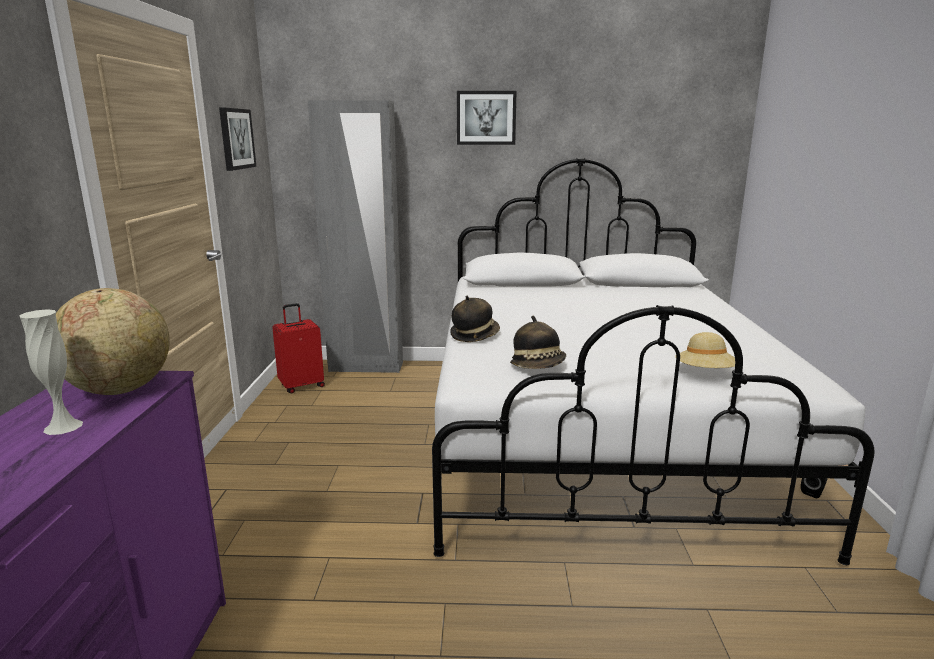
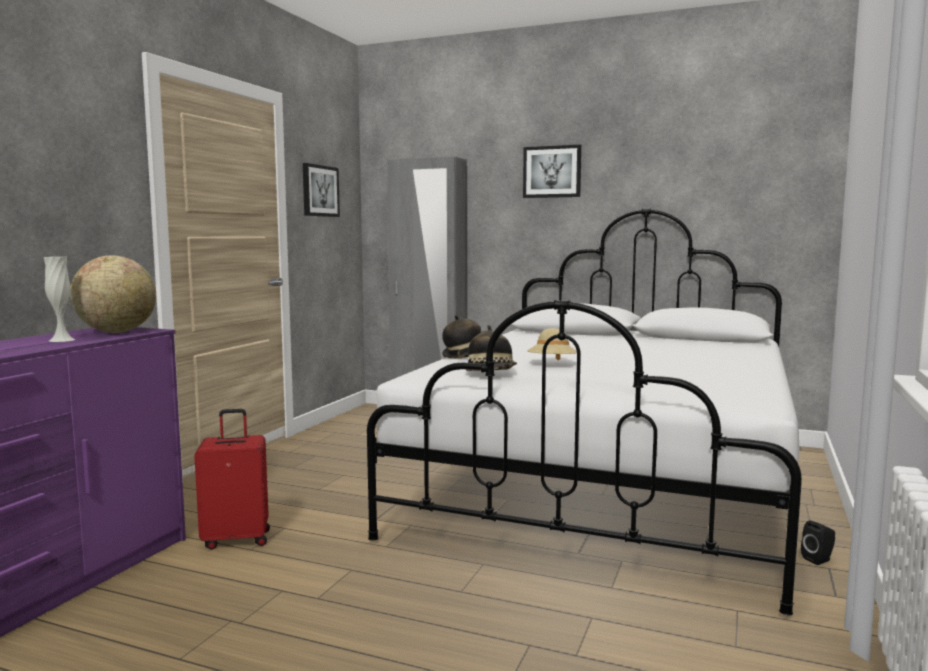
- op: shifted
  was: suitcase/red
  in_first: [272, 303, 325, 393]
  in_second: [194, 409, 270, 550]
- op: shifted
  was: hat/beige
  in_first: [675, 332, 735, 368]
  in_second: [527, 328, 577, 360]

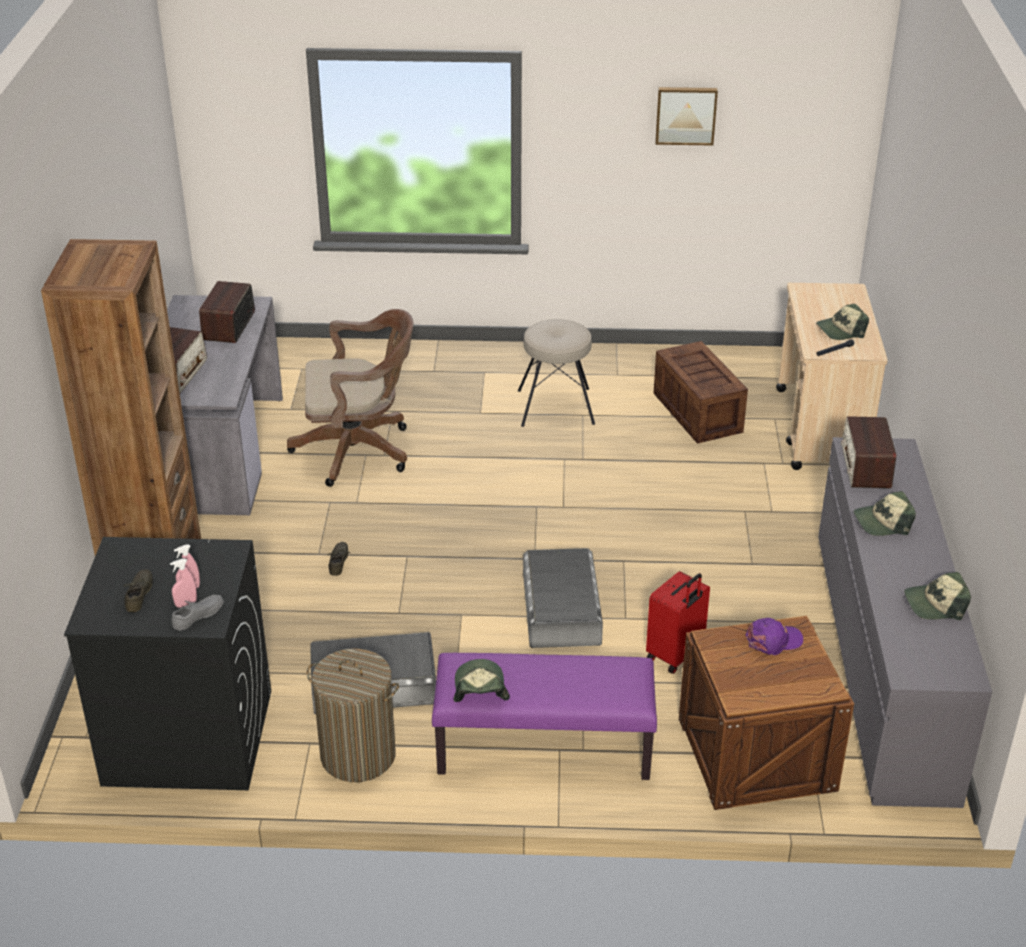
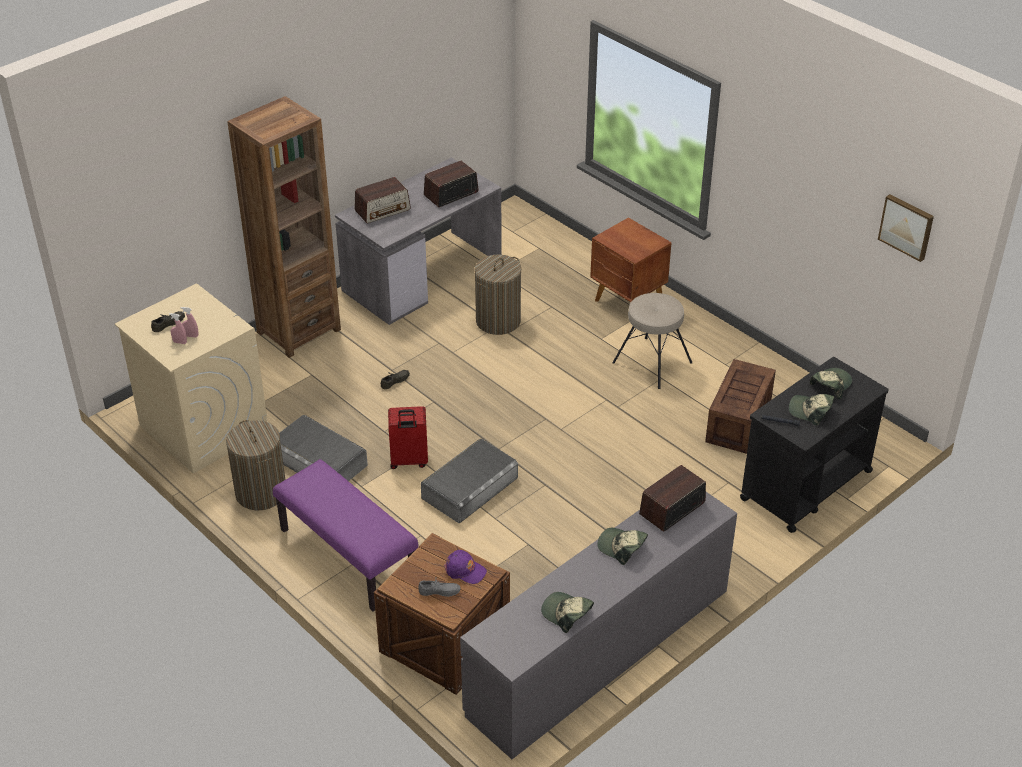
- op: shifted
  was: picture
  in_first: [655, 87, 718, 145]
  in_second: [878, 194, 934, 262]
- op: repainted
  was: cart/beige
  now: cart/black
  in_first: [776, 283, 888, 470]
  in_second: [740, 357, 889, 533]
- op: swapped
  was: office chair/brown
  now: laundry basket
  in_first: [287, 309, 413, 487]
  in_second: [475, 255, 521, 335]
- op: repainted
  was: washing machine/black
  now: washing machine/beige
  in_first: [64, 537, 271, 790]
  in_second: [115, 284, 268, 474]
- op: shifted
  was: suitcase/red
  in_first: [646, 571, 710, 674]
  in_second: [388, 406, 428, 469]
- op: shifted
  was: shoe/grey
  in_first: [171, 595, 224, 631]
  in_second: [418, 577, 461, 597]
- op: shifted
  was: cap
  in_first: [453, 659, 510, 702]
  in_second: [810, 368, 852, 399]
- op: new
  now: nightstand/brown
  in_second: [591, 217, 672, 302]

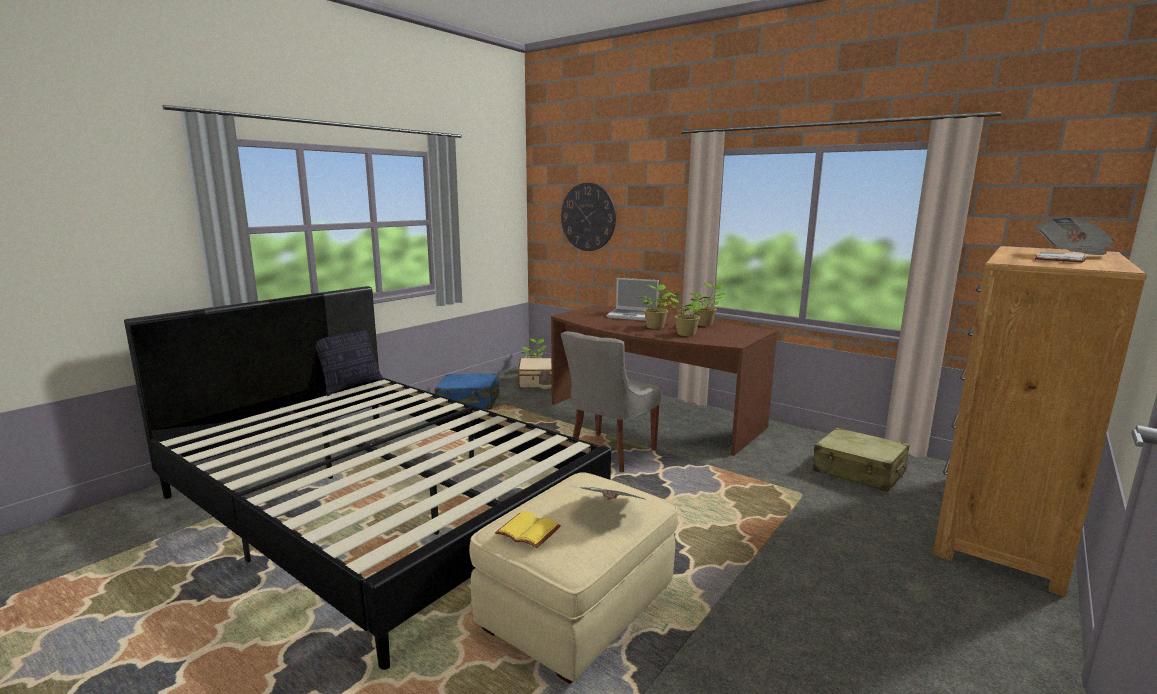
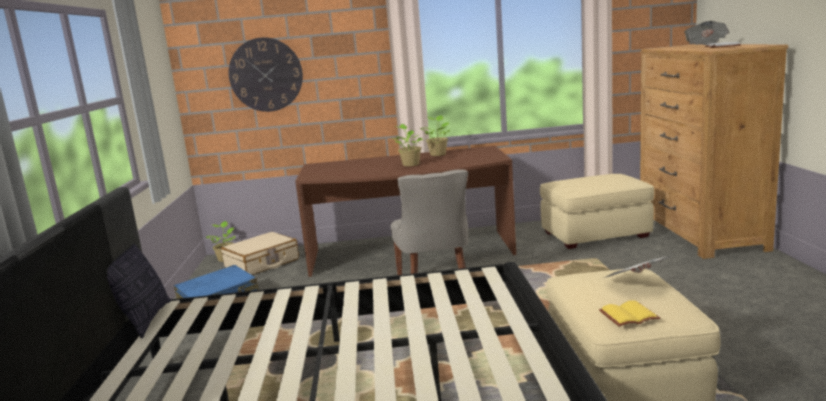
- op: gone
  was: laptop
  in_first: [607, 278, 659, 321]
- op: gone
  was: potted plant
  in_first: [667, 291, 706, 336]
- op: swapped
  was: suitcase/beige
  now: ottoman/beige
  in_first: [813, 428, 909, 492]
  in_second: [540, 174, 654, 249]

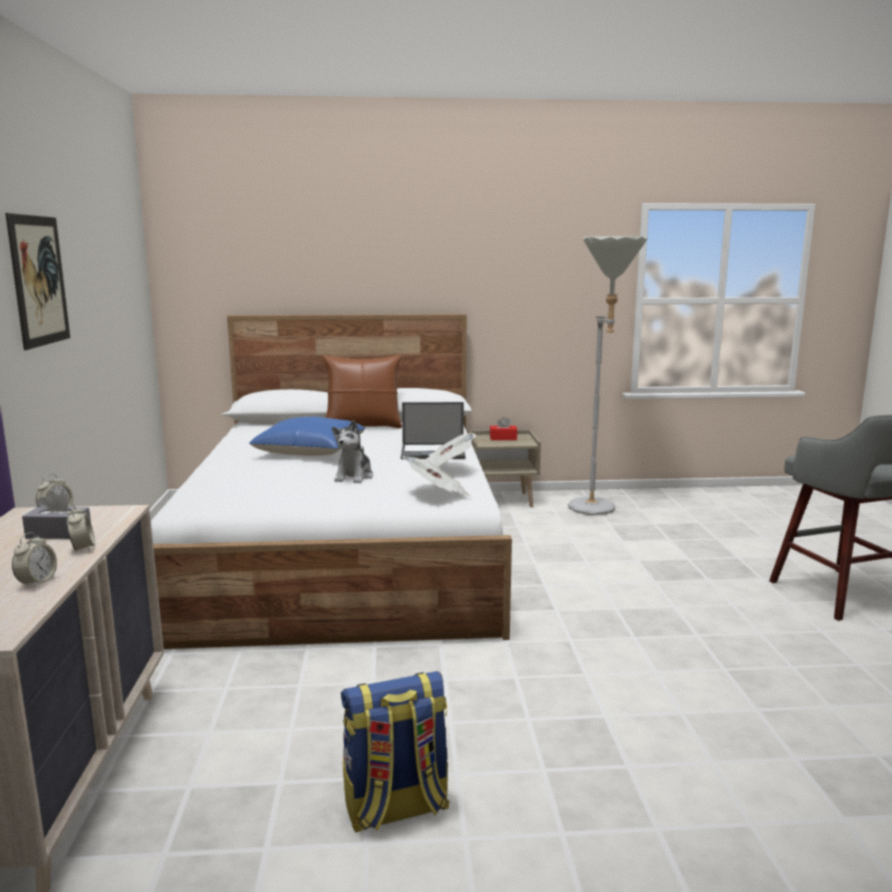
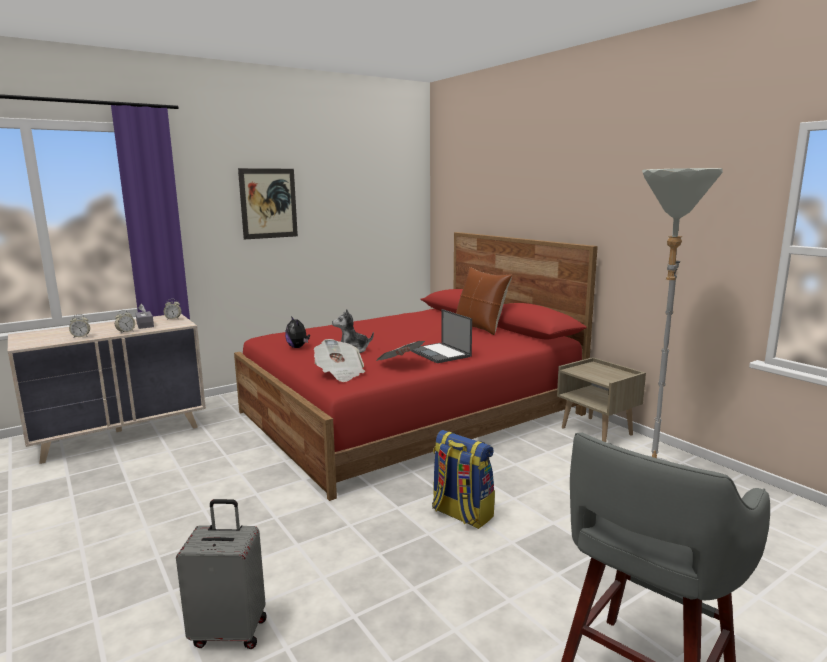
- op: repainted
  was: bed/white
  now: bed/red
  in_first: [151, 314, 512, 649]
  in_second: [234, 232, 598, 501]
- op: gone
  was: pillow/blue
  in_first: [249, 416, 365, 456]
- op: gone
  was: tissue box/red
  in_first: [490, 417, 517, 440]
- op: shifted
  was: backpack
  in_first: [341, 671, 450, 833]
  in_second: [432, 430, 495, 529]
- op: new
  now: plush toy
  in_second: [285, 316, 310, 348]
- op: new
  now: suitcase/grey
  in_second: [176, 499, 267, 649]

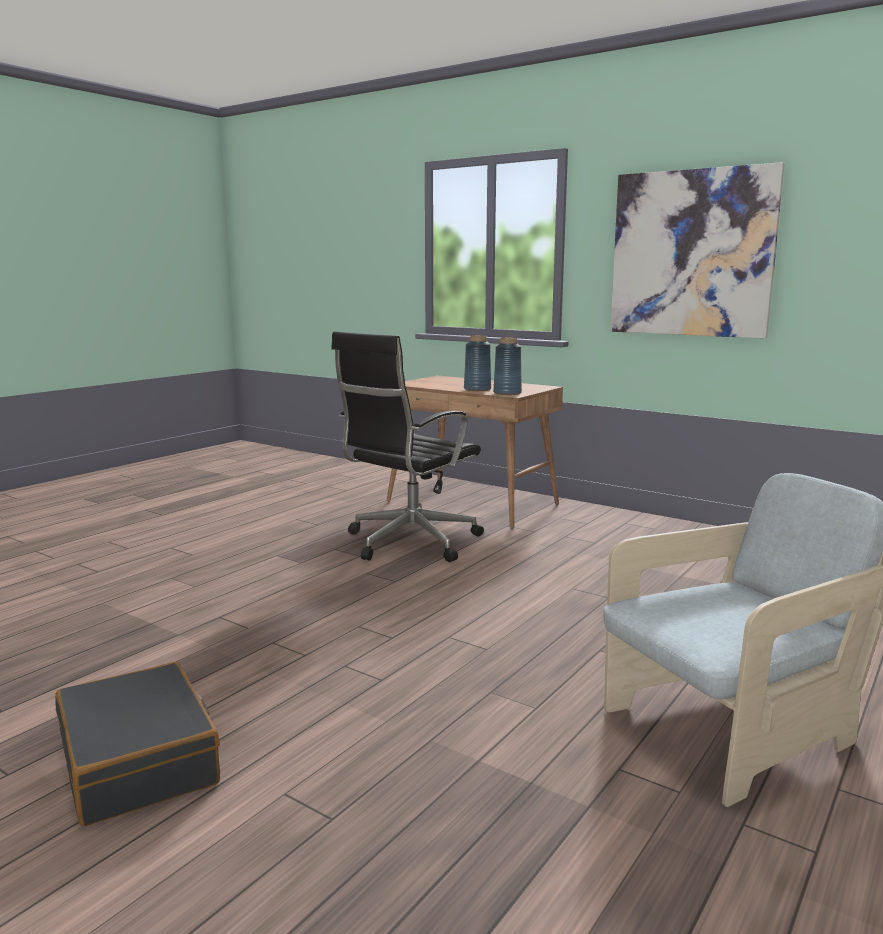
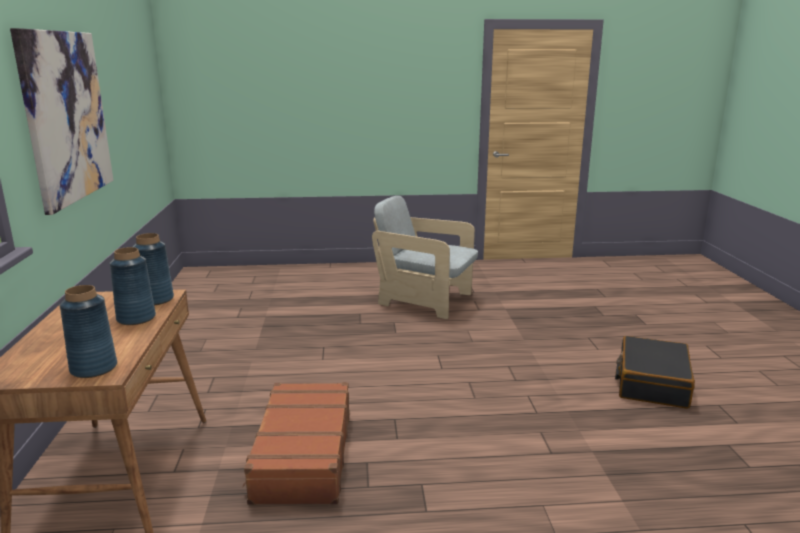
- op: swapped
  was: office chair/black
  now: suitcase/brown
  in_first: [331, 332, 484, 562]
  in_second: [242, 382, 349, 505]
- op: new
  now: vase/blue
  in_second: [60, 285, 117, 378]

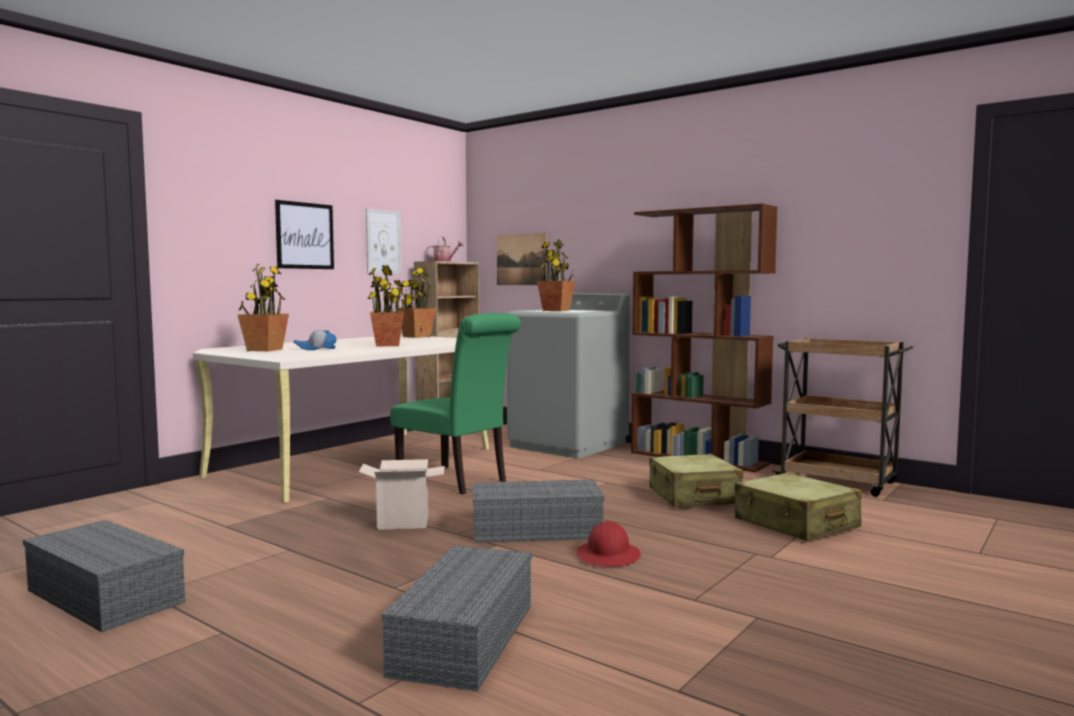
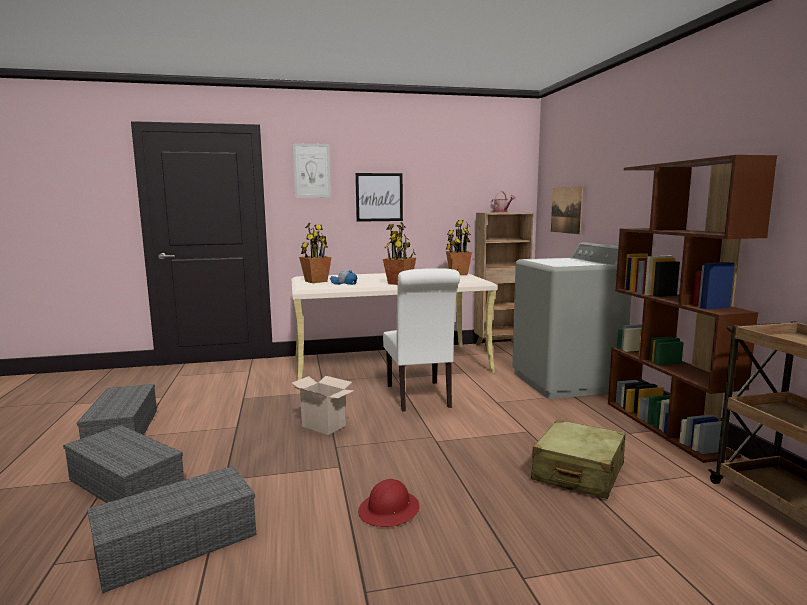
- op: shifted
  was: picture
  in_first: [366, 208, 401, 274]
  in_second: [293, 143, 331, 198]
- op: gone
  was: potted plant
  in_first: [537, 239, 576, 311]
- op: repainted
  was: chair/green
  now: chair/white
  in_first: [390, 313, 521, 494]
  in_second: [383, 268, 460, 412]
- op: gone
  was: suitcase/beige
  in_first: [735, 473, 862, 541]
- op: shifted
  was: storage box/grey
  in_first: [472, 480, 605, 543]
  in_second: [63, 425, 184, 503]

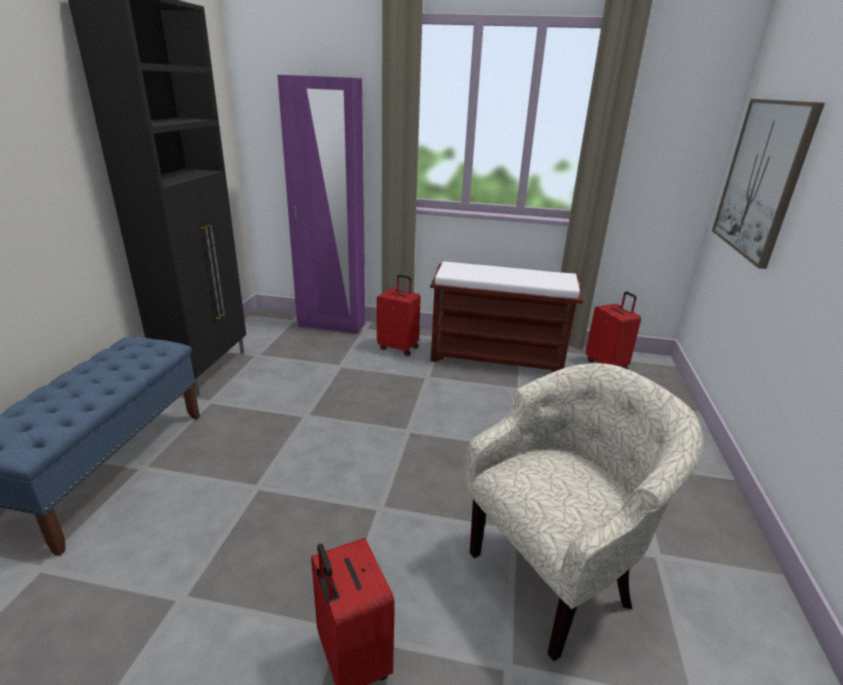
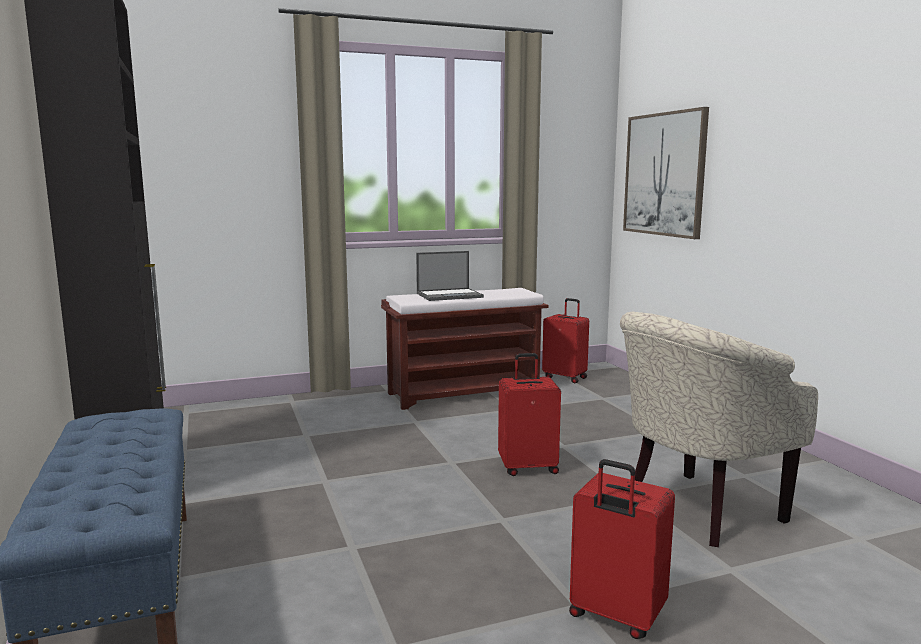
- op: gone
  was: wardrobe/purple
  in_first: [277, 75, 365, 334]
- op: shifted
  was: suitcase/red
  in_first: [377, 274, 421, 356]
  in_second: [498, 353, 561, 476]
- op: rotated
  was: armchair/beige
  in_first: [464, 363, 703, 661]
  in_second: [620, 312, 818, 547]
  clockwise: -150
- op: new
  now: laptop
  in_second: [416, 251, 484, 301]

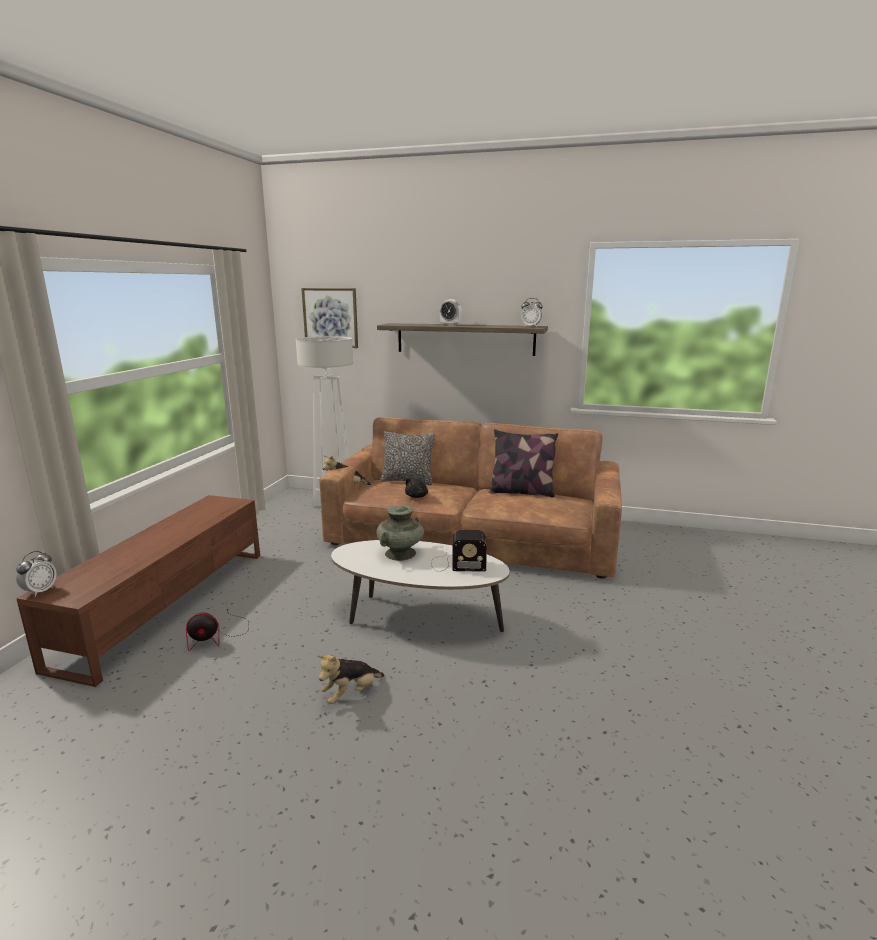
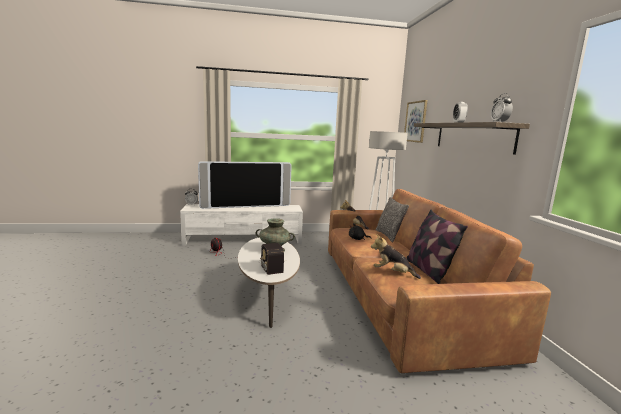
- op: repainted
  was: tv stand/brown
  now: tv stand/white
  in_first: [16, 495, 260, 687]
  in_second: [180, 204, 303, 246]
- op: shifted
  was: plush toy
  in_first: [317, 655, 384, 704]
  in_second: [371, 234, 421, 279]
- op: new
  now: television
  in_second: [198, 161, 292, 209]

